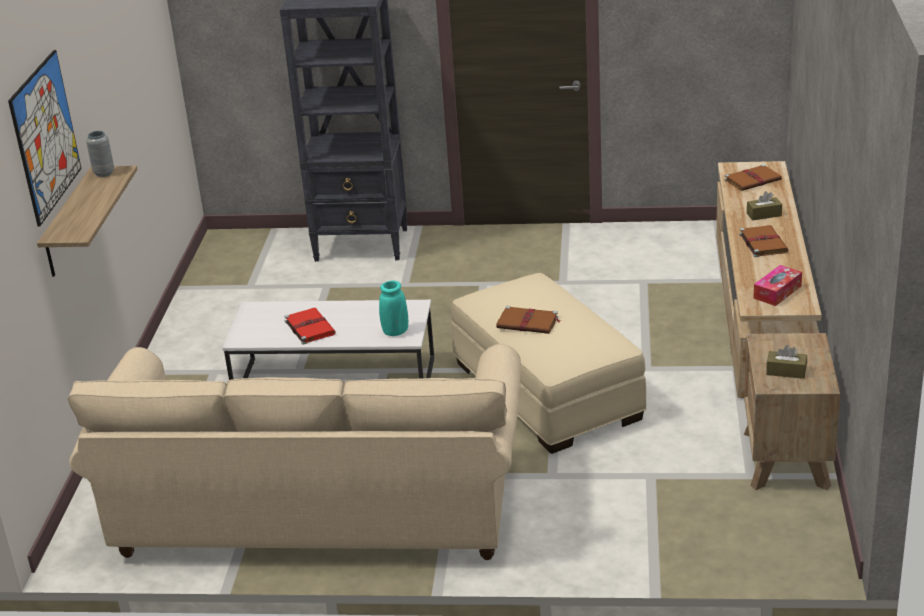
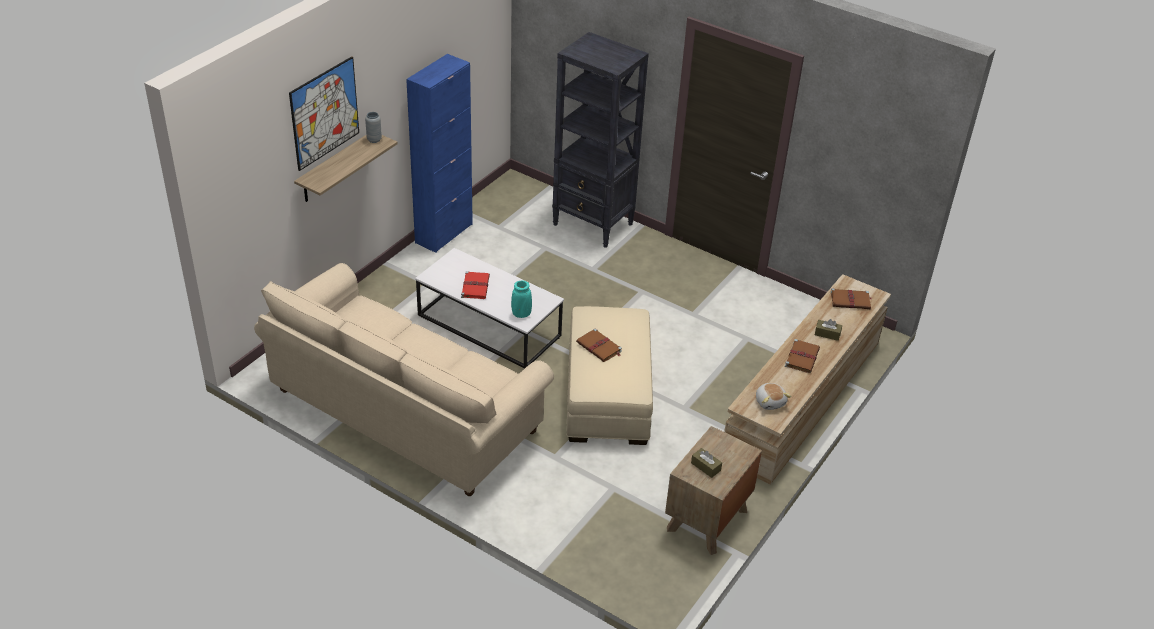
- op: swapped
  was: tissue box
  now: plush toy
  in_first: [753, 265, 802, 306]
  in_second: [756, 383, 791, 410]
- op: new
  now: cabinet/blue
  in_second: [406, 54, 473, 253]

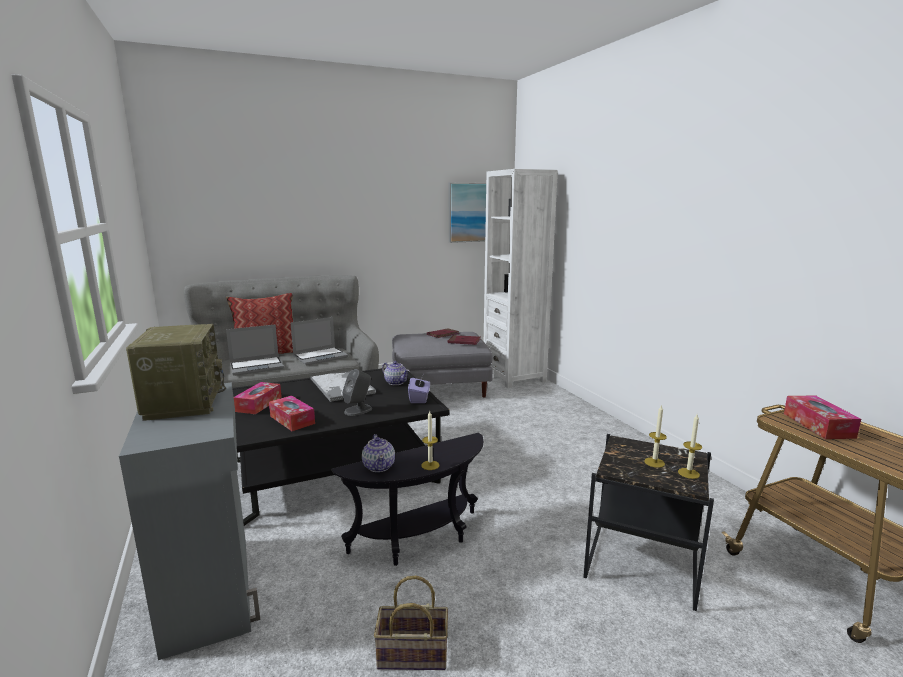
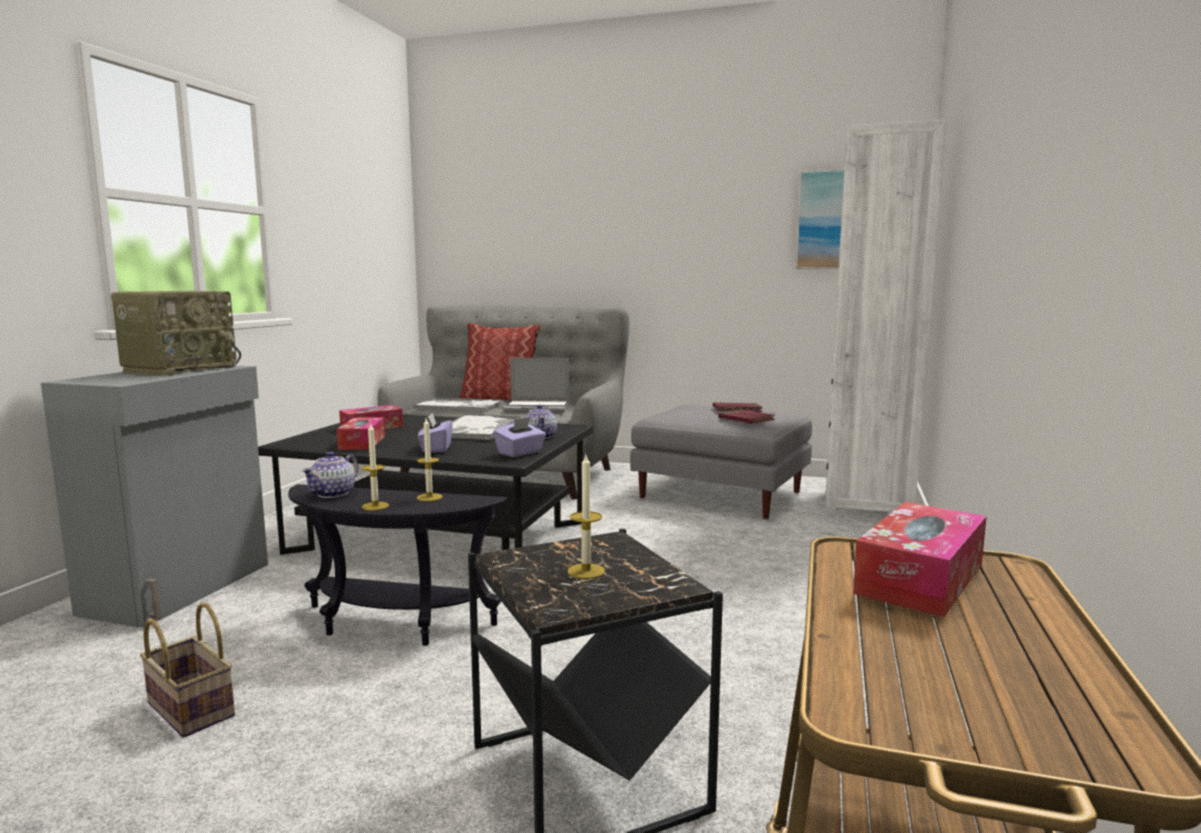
- op: swapped
  was: laptop
  now: tray
  in_first: [226, 324, 284, 376]
  in_second: [413, 397, 504, 412]
- op: swapped
  was: speaker/grey
  now: tissue box/purple
  in_first: [342, 369, 372, 416]
  in_second: [418, 412, 453, 453]
- op: shifted
  was: candle
  in_first: [678, 414, 702, 479]
  in_second: [417, 418, 442, 501]

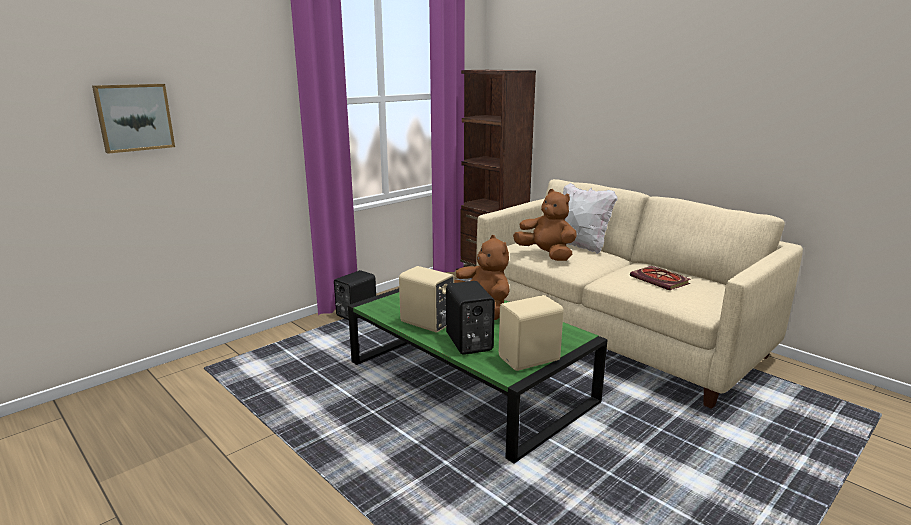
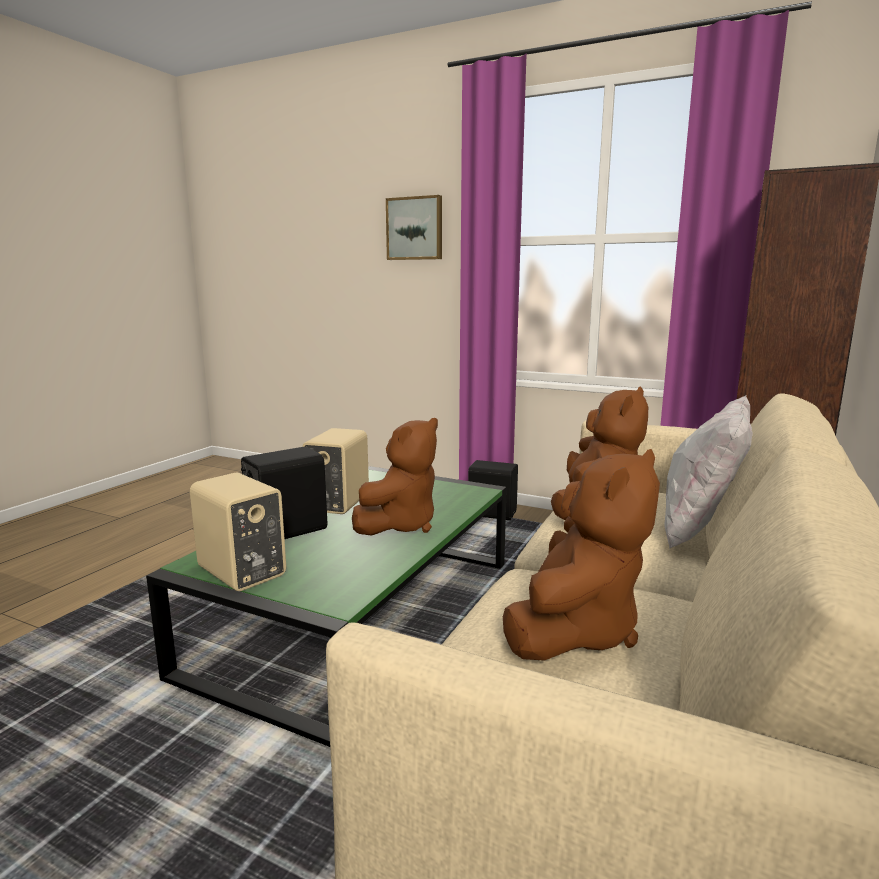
- op: shifted
  was: picture
  in_first: [92, 84, 175, 154]
  in_second: [386, 195, 442, 260]
- op: swapped
  was: book
  now: plush toy/brown
  in_first: [630, 266, 690, 290]
  in_second: [503, 449, 660, 661]

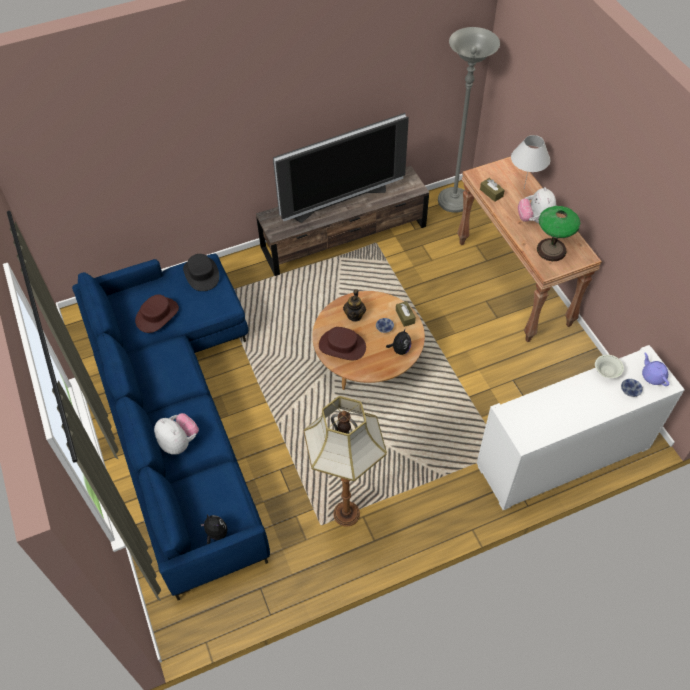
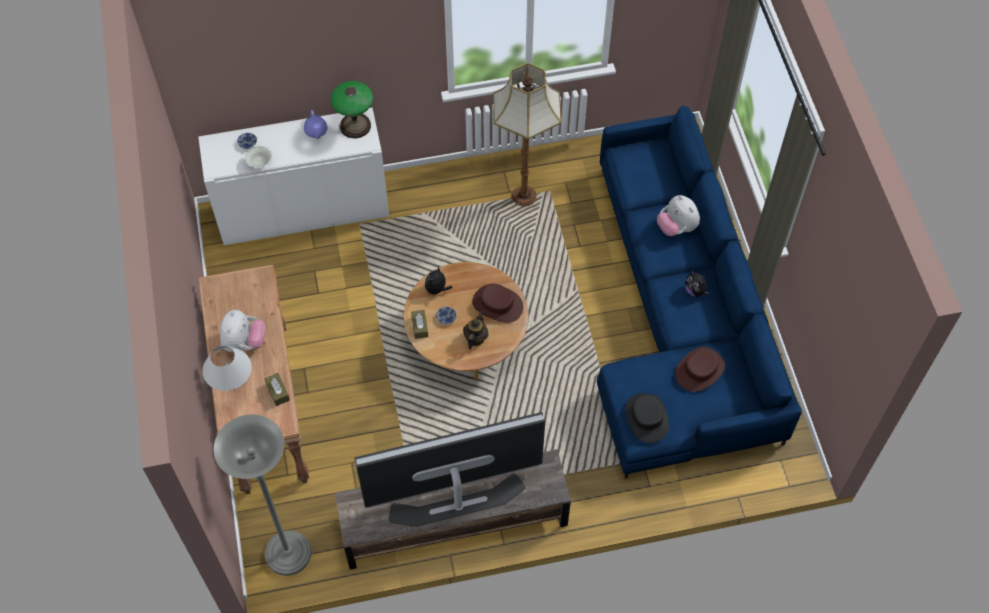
- op: shifted
  was: table lamp
  in_first: [537, 206, 580, 261]
  in_second: [330, 81, 373, 139]
- op: shifted
  was: teapot/purple
  in_first: [642, 353, 669, 386]
  in_second: [304, 110, 327, 139]
- op: shifted
  was: plush toy
  in_first: [200, 514, 227, 544]
  in_second: [685, 271, 710, 297]

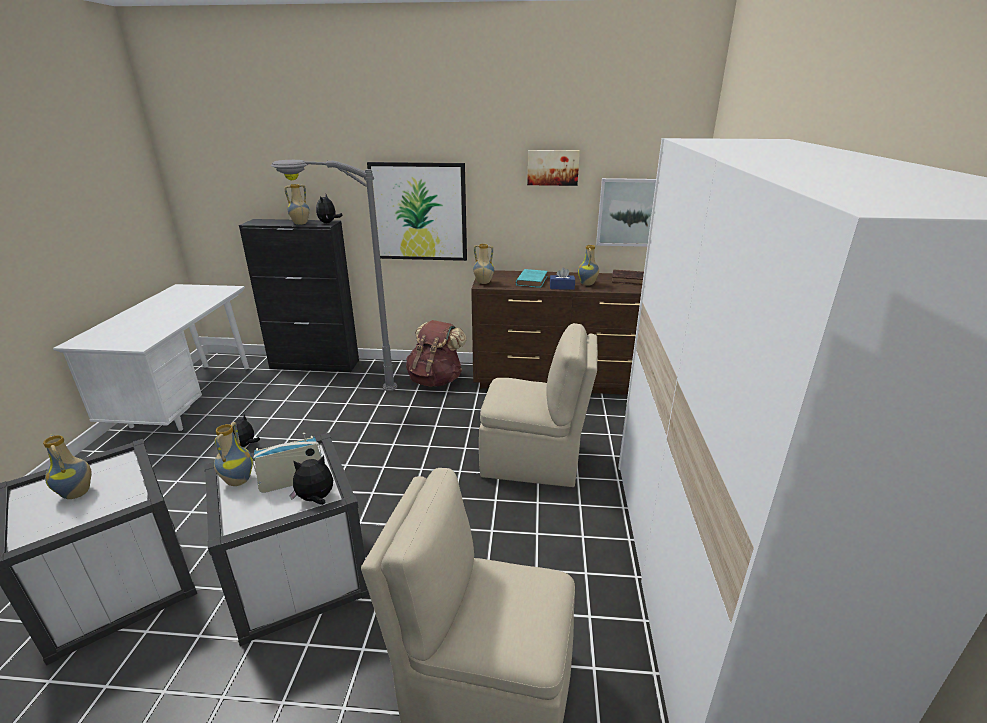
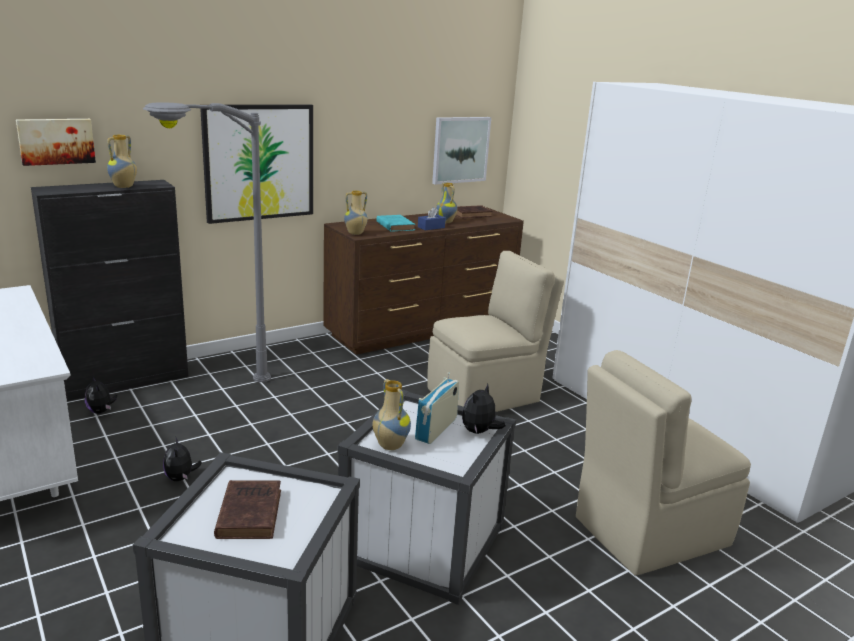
- op: shifted
  was: picture
  in_first: [527, 150, 580, 186]
  in_second: [16, 119, 96, 166]
- op: shifted
  was: plush toy
  in_first: [316, 194, 343, 223]
  in_second: [85, 376, 117, 414]
- op: gone
  was: backpack/brown
  in_first: [406, 320, 467, 387]
- op: swapped
  was: vase
  now: book/brown
  in_first: [43, 434, 92, 499]
  in_second: [214, 480, 281, 539]

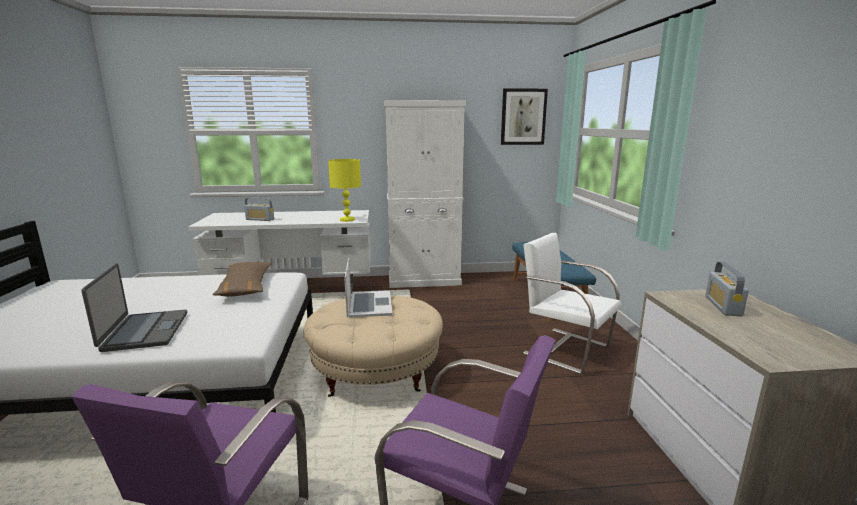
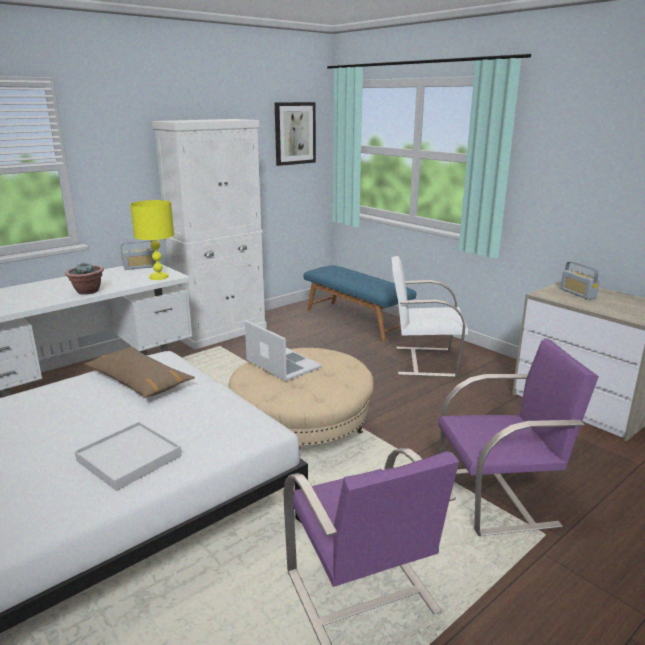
- op: shifted
  was: radio
  in_first: [244, 198, 274, 221]
  in_second: [121, 241, 156, 270]
- op: swapped
  was: laptop
  now: tray/white
  in_first: [81, 264, 187, 352]
  in_second: [74, 422, 182, 491]
- op: new
  now: potted plant
  in_second: [65, 263, 104, 295]

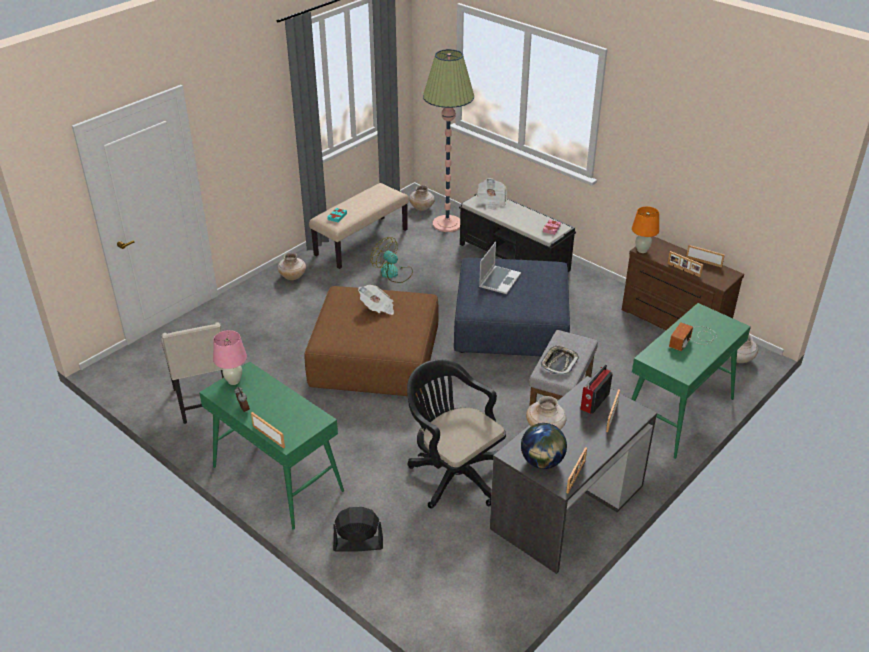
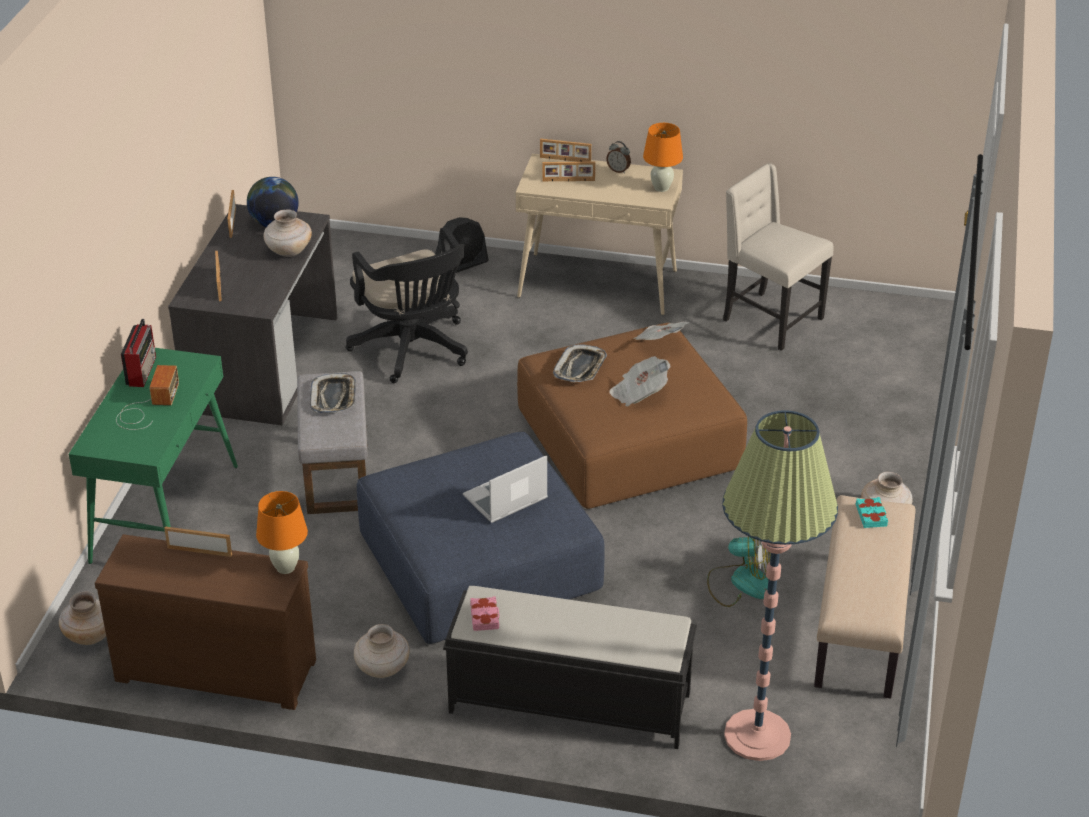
- op: shifted
  was: newspaper
  in_first: [477, 178, 507, 211]
  in_second: [633, 322, 689, 340]
- op: shifted
  was: vase/beige
  in_first: [409, 185, 435, 211]
  in_second: [354, 624, 410, 678]
- op: rotated
  was: laptop
  in_first: [479, 242, 521, 294]
  in_second: [463, 455, 548, 523]
  clockwise: 60
- op: shifted
  was: picture frame
  in_first: [686, 245, 725, 268]
  in_second: [542, 162, 595, 182]
- op: repainted
  was: table lamp/pink
  now: table lamp/orange
  in_first: [213, 330, 247, 385]
  in_second: [643, 123, 683, 192]
- op: rotated
  was: office chair/black
  in_first: [407, 359, 506, 509]
  in_second: [346, 227, 468, 383]
  clockwise: 45
- op: repainted
  was: console table/green
  now: console table/beige
  in_first: [199, 362, 344, 530]
  in_second: [516, 154, 683, 315]
- op: shifted
  was: radio
  in_first: [580, 365, 613, 414]
  in_second: [121, 319, 156, 387]
- op: new
  now: tray
  in_second: [553, 344, 607, 382]

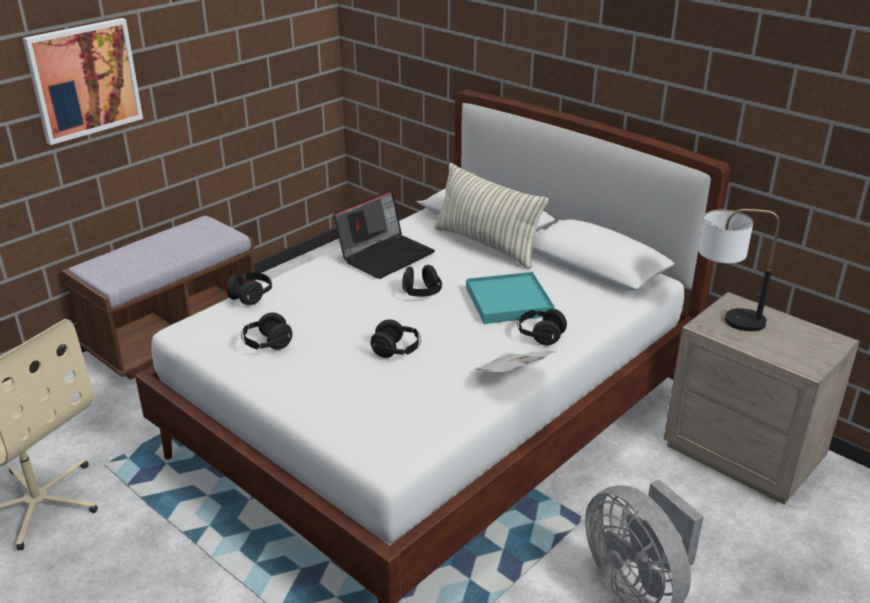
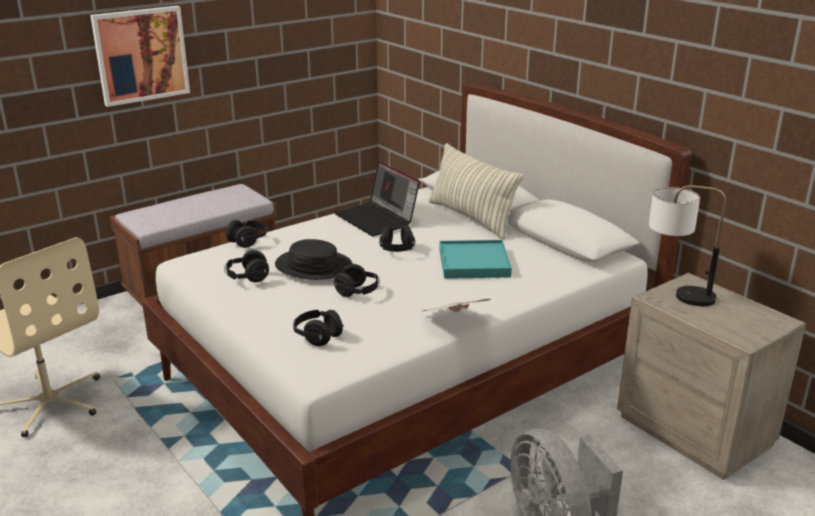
- op: rotated
  was: laptop
  in_first: [333, 189, 435, 279]
  in_second: [334, 161, 420, 236]
  clockwise: 90
- op: shifted
  was: headphones/black
  in_first: [517, 309, 567, 345]
  in_second: [293, 310, 344, 346]
- op: new
  now: hat/black
  in_second: [275, 239, 352, 280]

